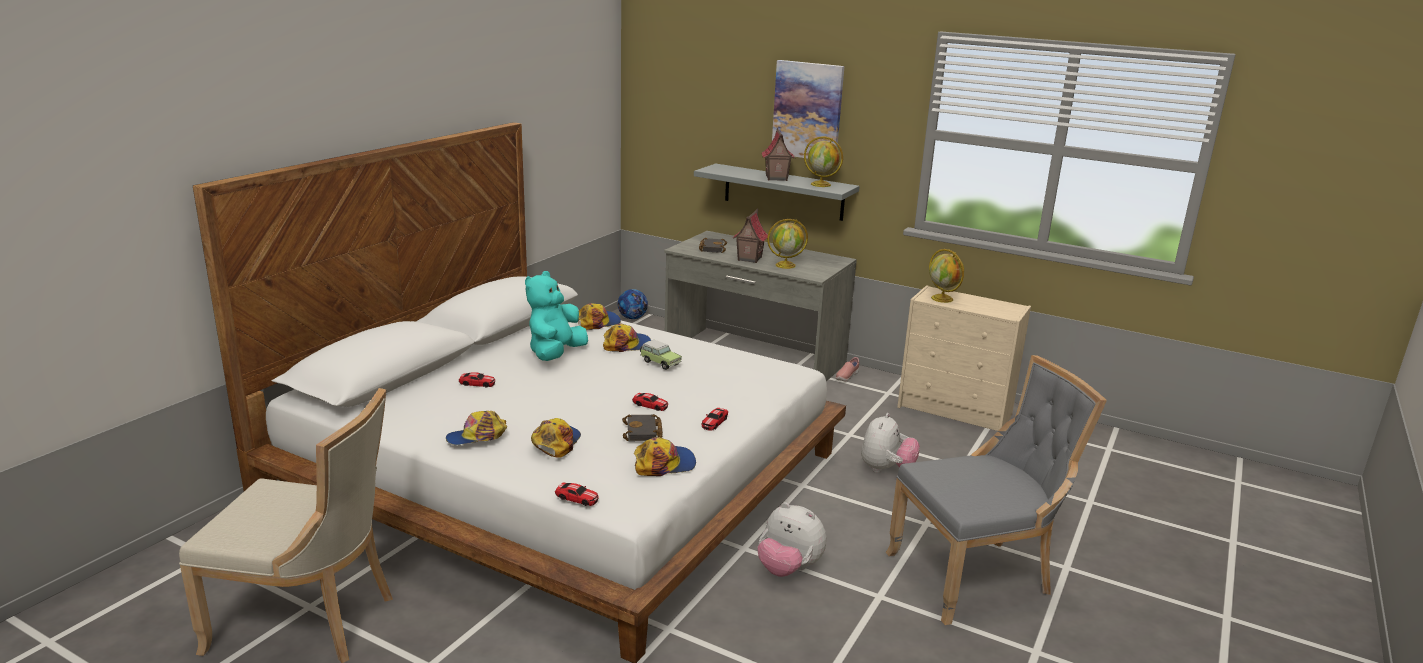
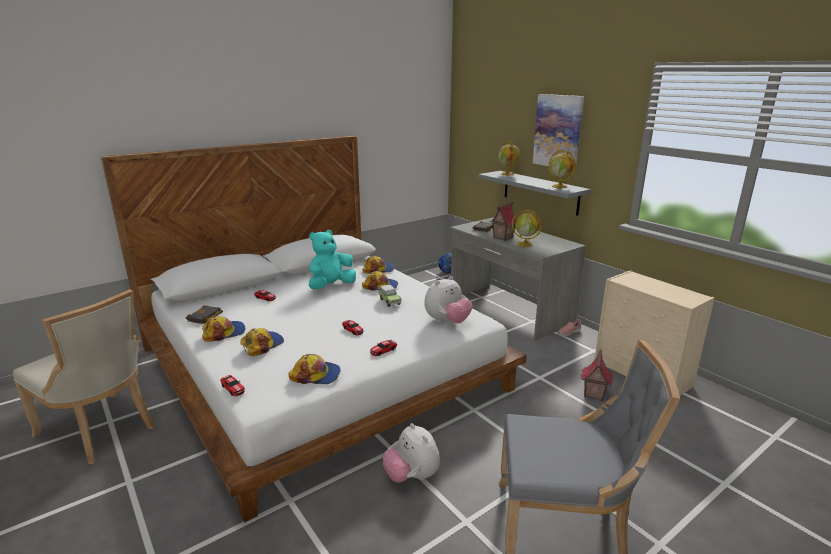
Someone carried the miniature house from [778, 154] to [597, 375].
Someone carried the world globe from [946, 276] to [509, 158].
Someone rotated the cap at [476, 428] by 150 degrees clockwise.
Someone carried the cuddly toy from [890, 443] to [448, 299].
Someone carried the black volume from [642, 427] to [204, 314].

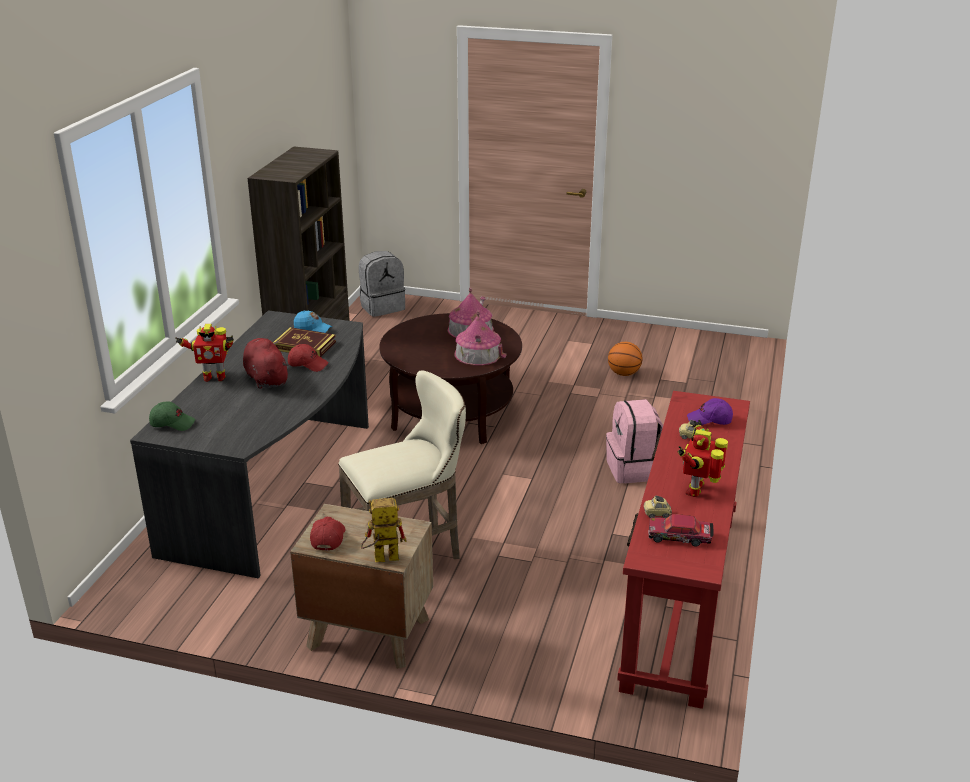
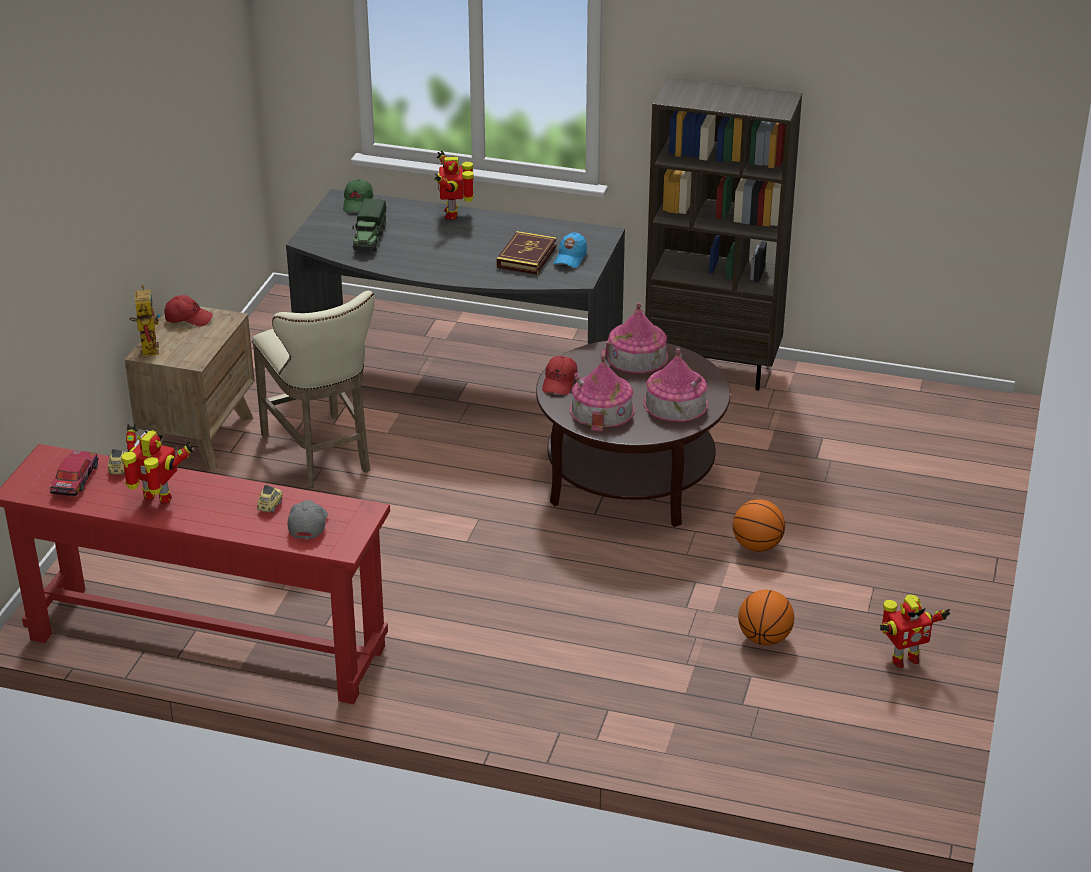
Someone took away the greyish knapsack at [382, 284].
Someone took away the red cuddly toy at [266, 363].
Someone carried the red cap from [308, 358] to [560, 375].
Someone repainted the purplish cap at [710, 411], which became the greyish cap at [308, 519].
Someone took away the pink knapsack at [634, 441].
Someone put down the toy truck at [369, 225].
Someone put down the miniature house at [634, 338].
Someone put down the basketball at [759, 525].
Someone put down the robot figure at [915, 631].

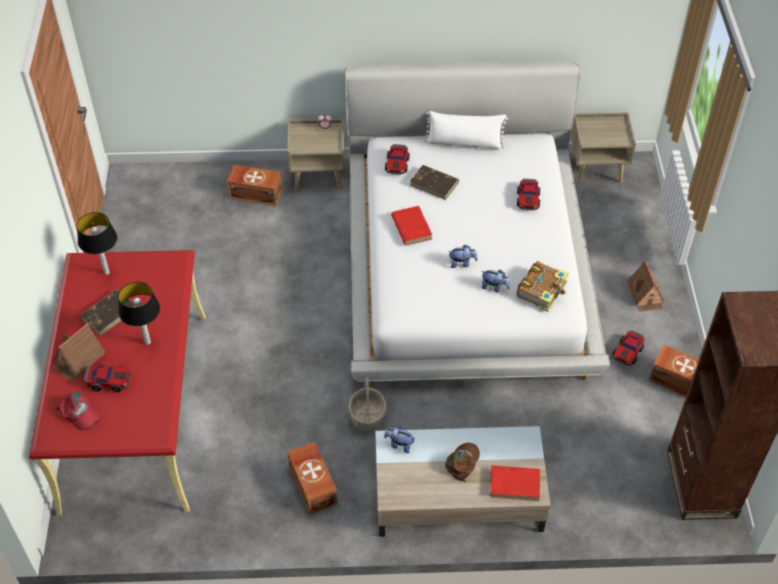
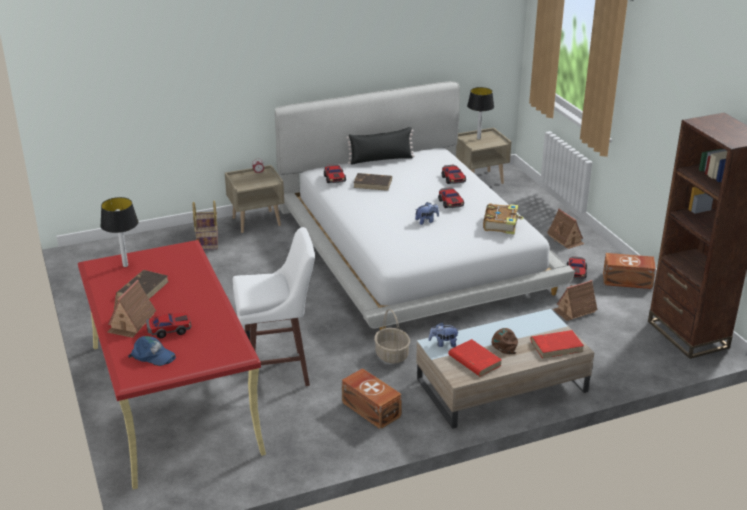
Someone repainted the white cushion at [466, 130], which became the black cushion at [380, 146].
Someone swapped the brownish storage box at [255, 185] for the basket at [205, 225].
Someone carried the red volume from [411, 226] to [475, 358].
Someone took away the cuddly toy at [496, 281].
Someone carried the tabletop lamp from [139, 313] to [480, 113].
Someone repainted the red cap at [78, 411], which became the blue cap at [152, 351].
Someone put down the miniature car at [451, 197].
Someone put down the white sitting stool at [274, 306].
Someone put down the miniature house at [575, 300].

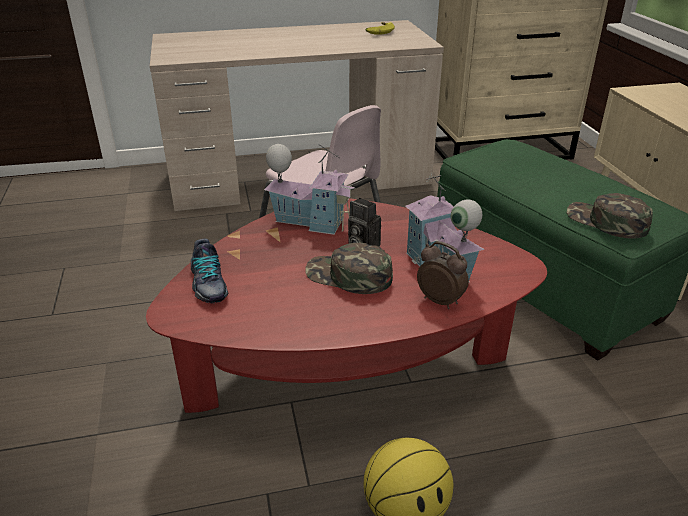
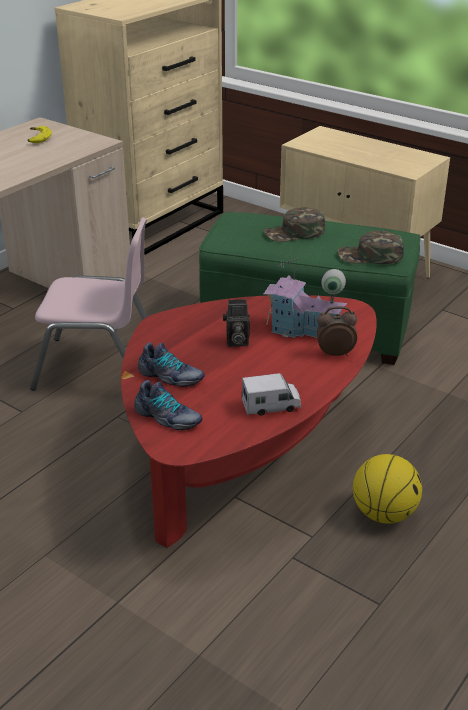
Someone took away the miniature house at [309, 189].
Someone carried the greenish cap from [349, 268] to [294, 224].
Someone put down the shoe at [171, 364].
Someone put down the toy truck at [271, 394].

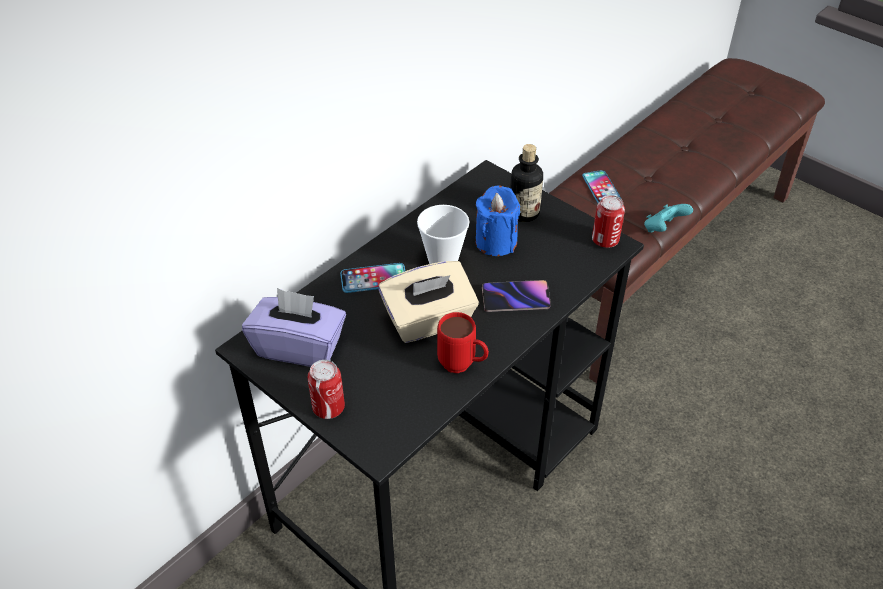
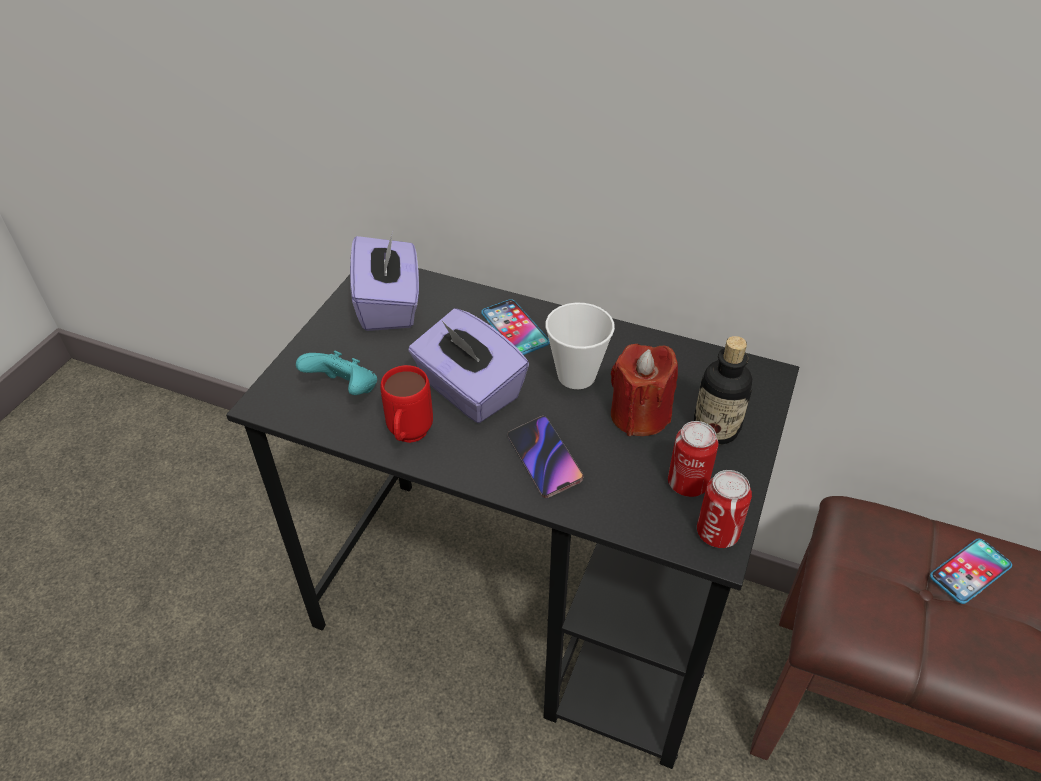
Someone repainted the blue wax light at [498, 221], which became the red wax light at [644, 390].
Someone carried the turquoise-coloured game controller from [668, 218] to [336, 373].
Someone repainted the beige box of tissues at [428, 302], which became the purplish box of tissues at [468, 366].
Someone carried the can from [326, 389] to [693, 459].

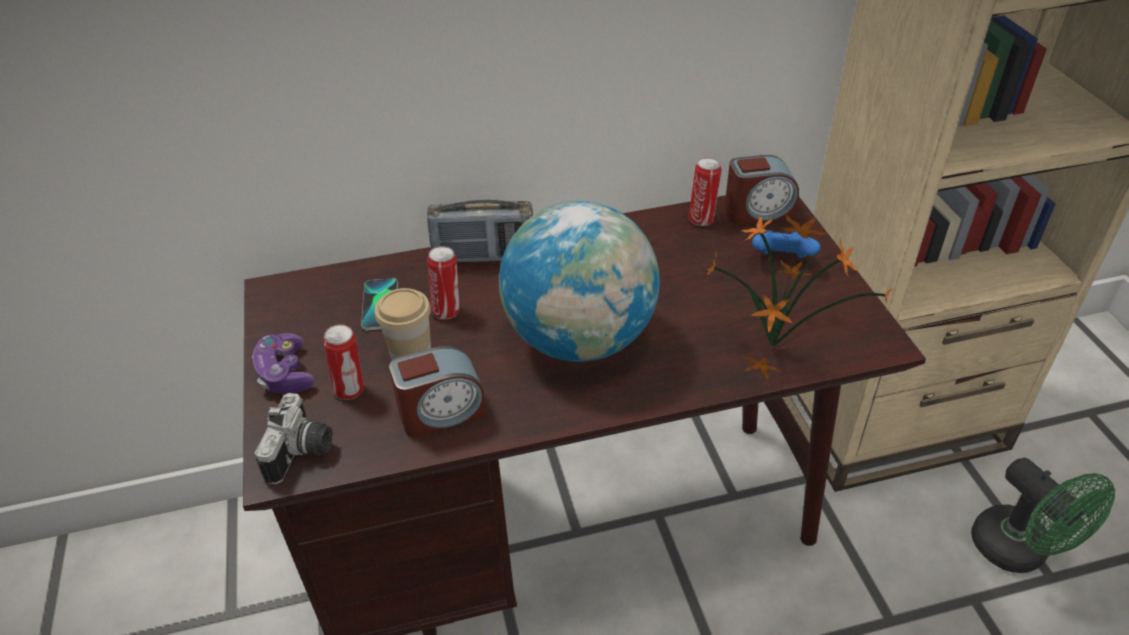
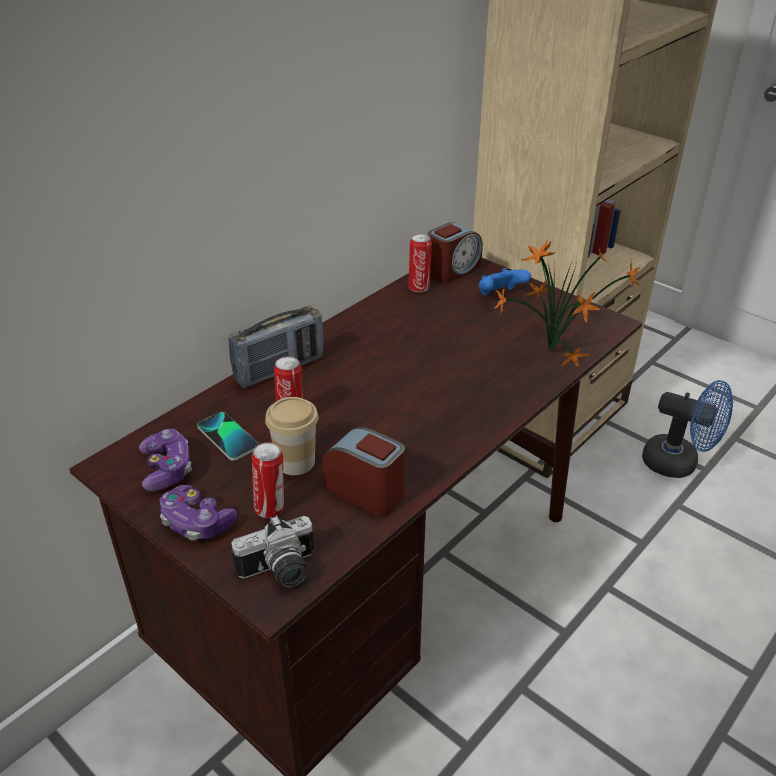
Someone took away the world globe at [579, 281].
Someone rotated the alarm clock at [438, 392] by 90 degrees counterclockwise.
Someone rotated the photo camera at [294, 438] by 90 degrees clockwise.
Someone repainted the greenish electric fan at [1043, 515], which became the blue electric fan at [687, 429].
Someone put down the game controller at [165, 460].

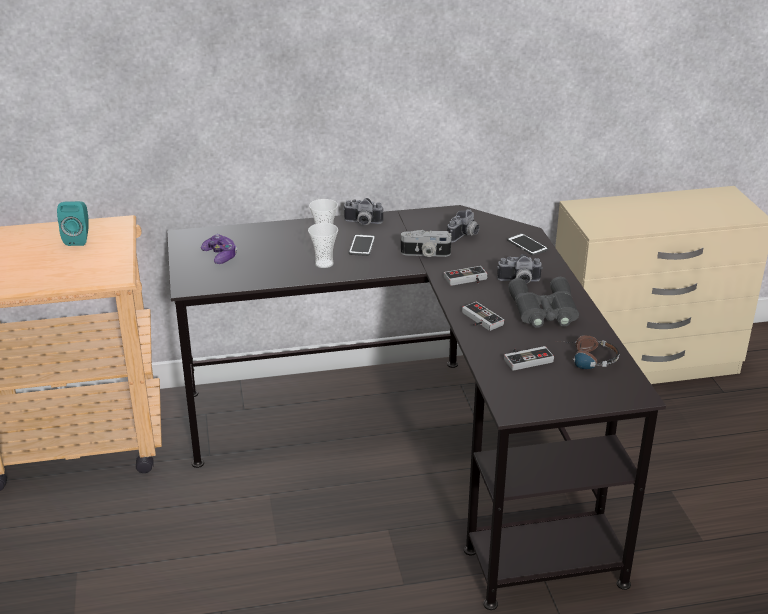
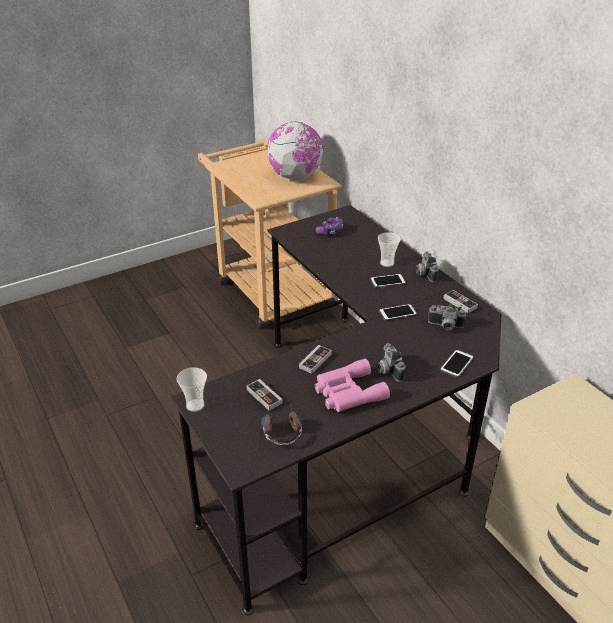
Someone swapped the turquoise-coloured audio speaker at [72, 223] for the world globe at [295, 150].
Someone carried the drinking cup from [323, 245] to [192, 389].
Someone swapped the photo camera at [426, 243] for the phone at [398, 312].
Someone carried the game controller from [466, 276] to [461, 301].
Someone repainted the greyish pair of binoculars at [543, 302], which became the pink pair of binoculars at [352, 385].

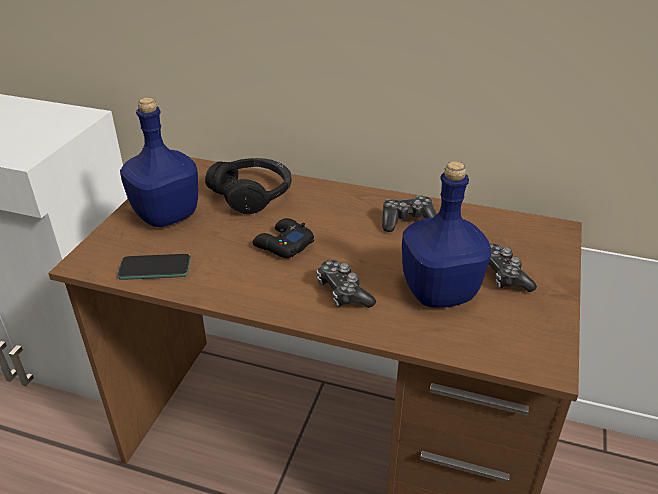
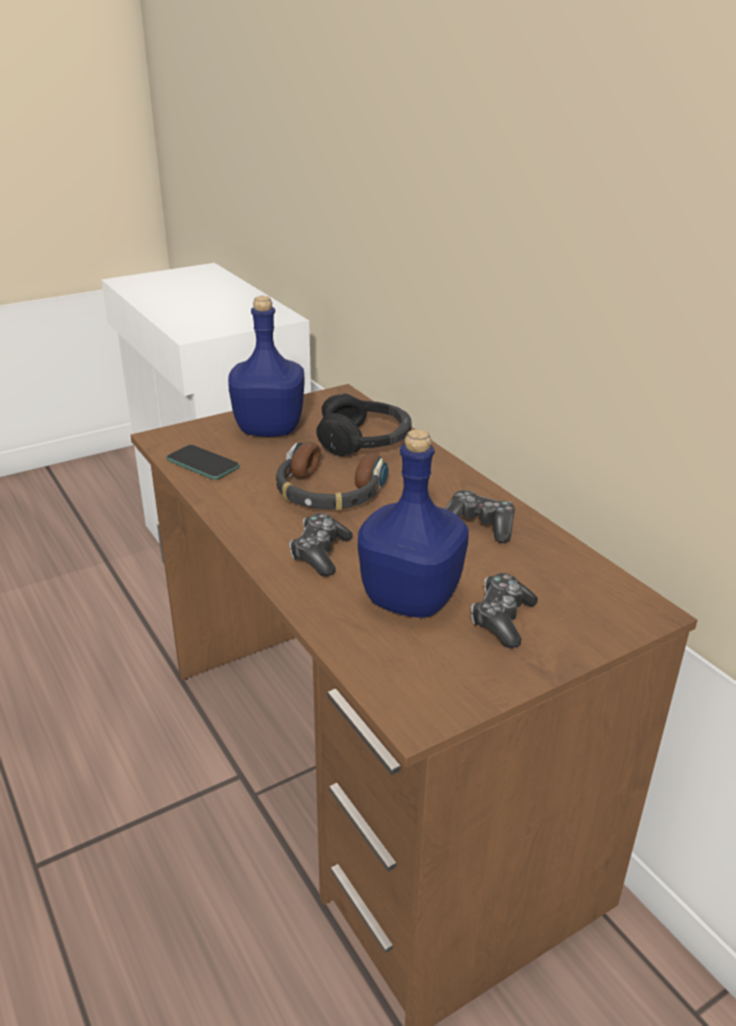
Someone swapped the black game controller at [283, 238] for the pair of headphones at [332, 476].

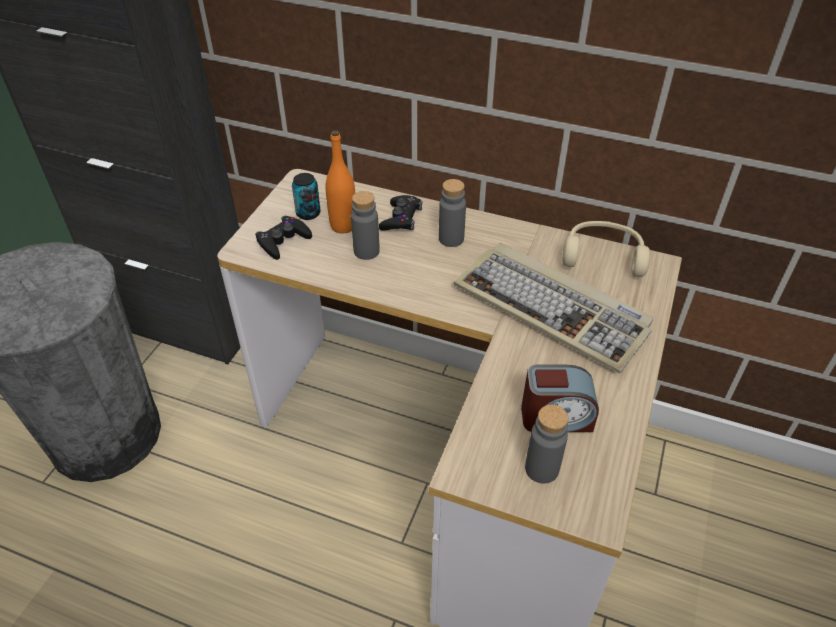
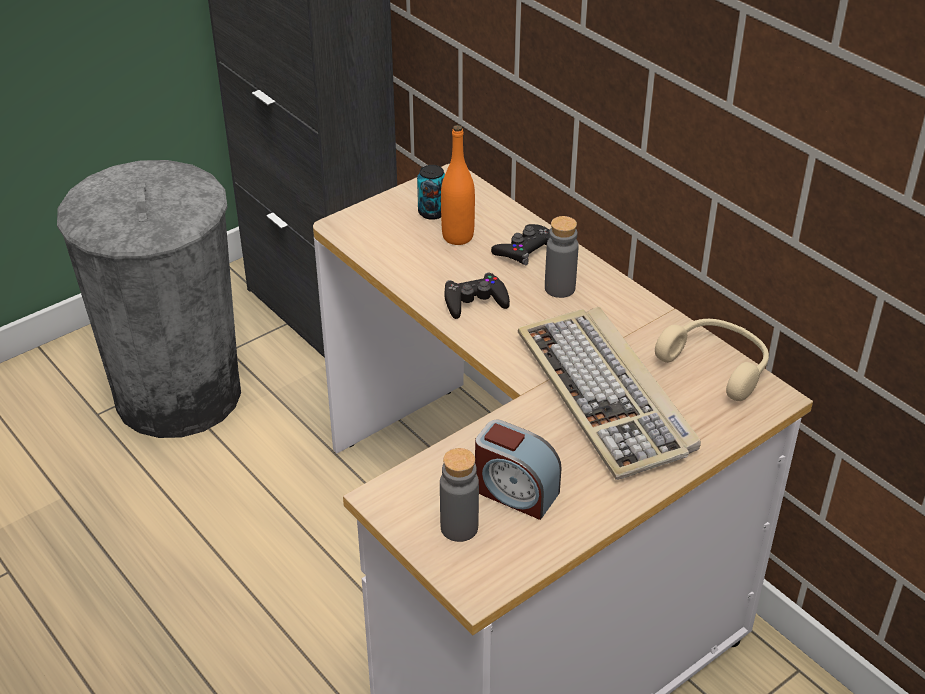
Someone took away the greyish beverage bottle at [365, 225].
Someone carried the black game controller from [283, 238] to [477, 296].

